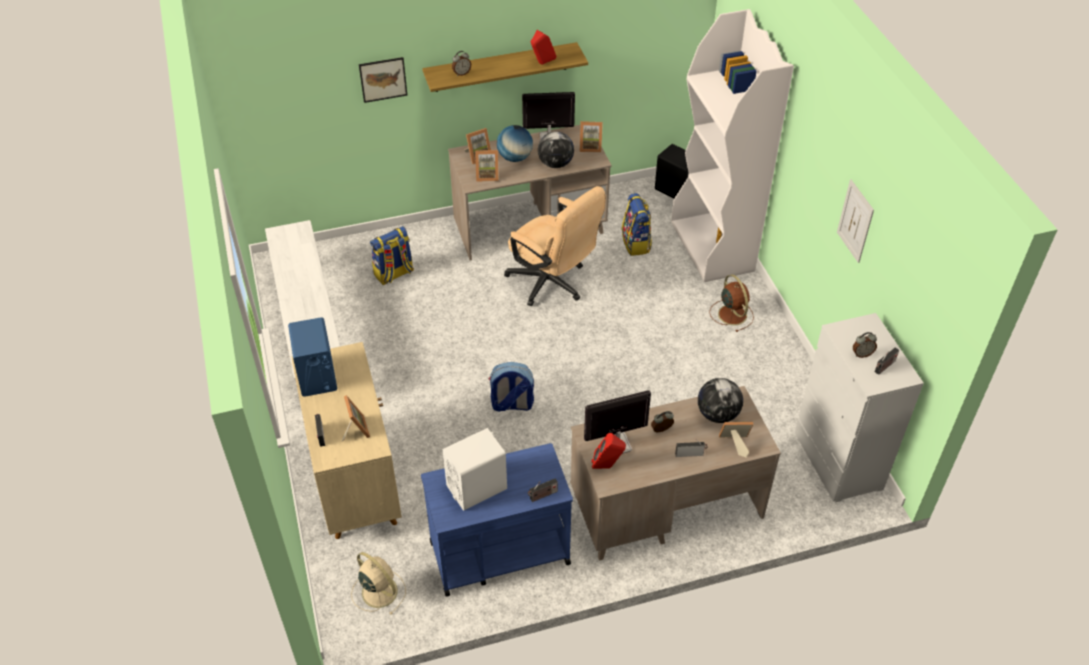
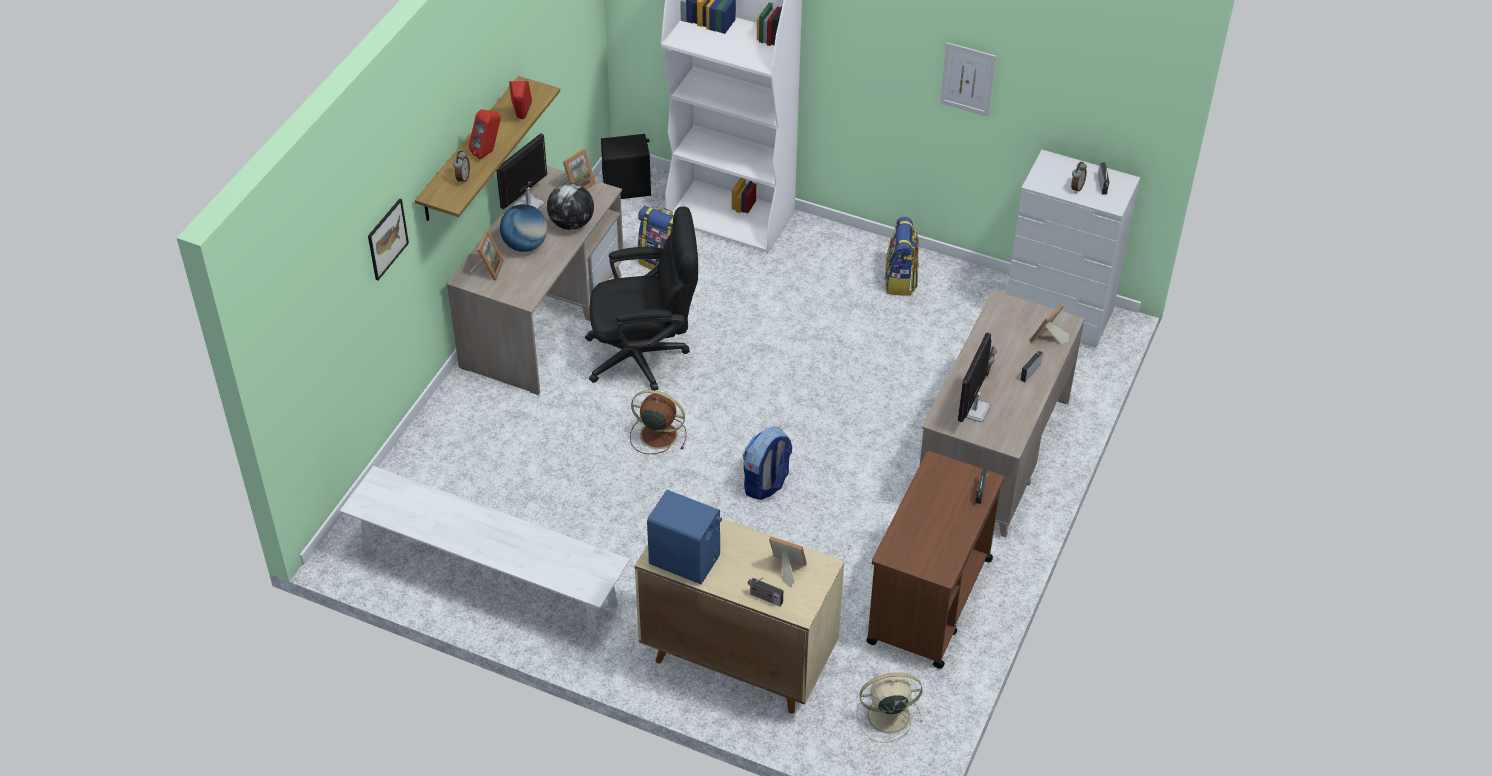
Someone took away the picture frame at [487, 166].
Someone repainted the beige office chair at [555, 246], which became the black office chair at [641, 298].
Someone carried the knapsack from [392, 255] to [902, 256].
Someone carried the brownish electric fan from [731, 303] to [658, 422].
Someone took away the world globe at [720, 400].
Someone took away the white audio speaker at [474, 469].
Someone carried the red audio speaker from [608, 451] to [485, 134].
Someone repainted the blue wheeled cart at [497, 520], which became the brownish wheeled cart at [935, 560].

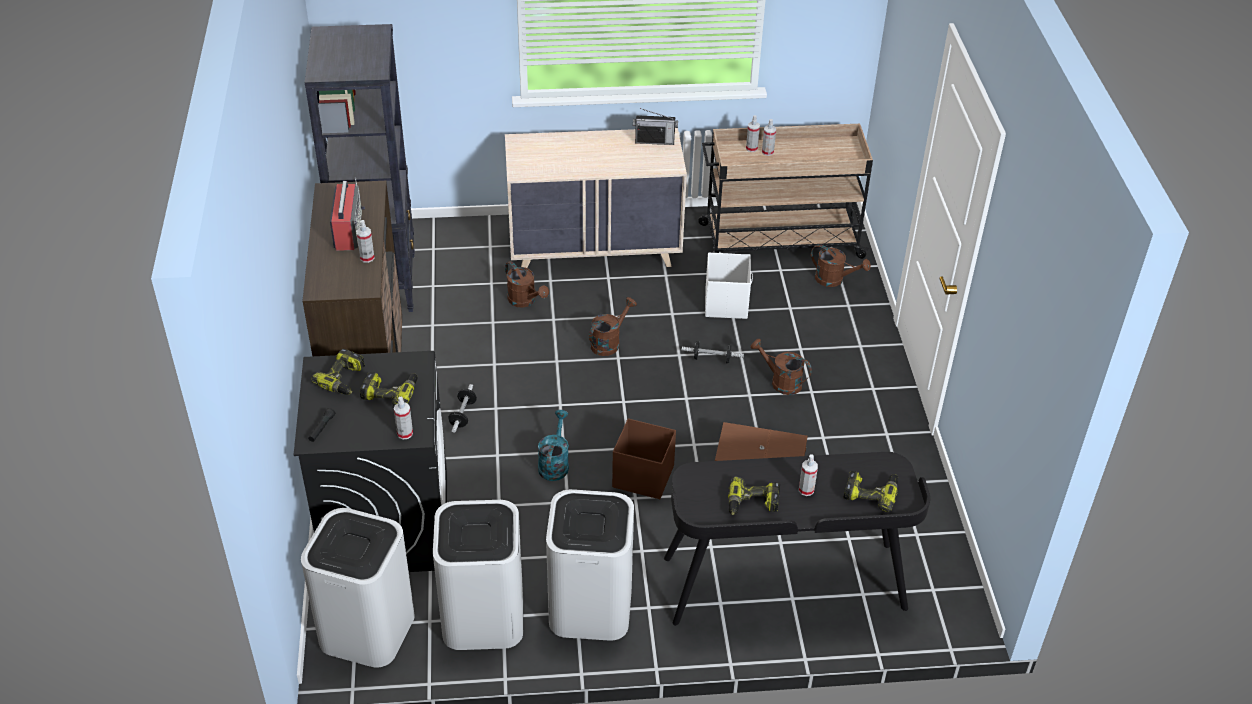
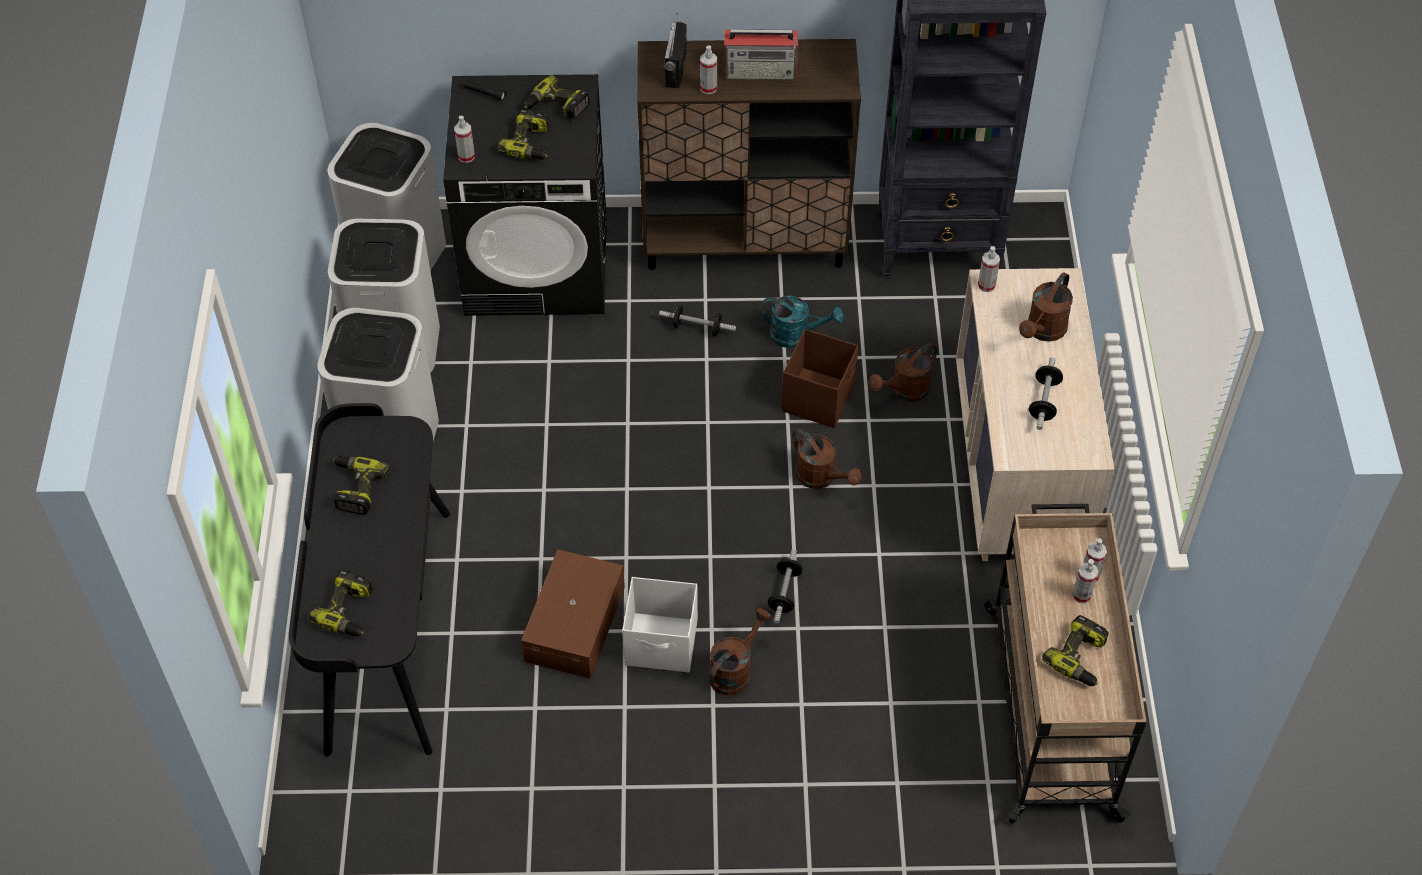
Someone carried the radio set from [655, 126] to [676, 50].
Someone carried the brownish watering can from [841, 265] to [1046, 307].
Someone carried the white storage box from [729, 285] to [660, 624].
Someone carried the turquoise-coloured watering can from [553, 445] to [802, 322].
Someone carried the brownish storage box from [644, 458] to [819, 378].
Someone carried the sprayer from [808, 475] to [989, 269].
Someone put down the dumbbell at [1046, 393].
Someone put down the drill at [1075, 650].

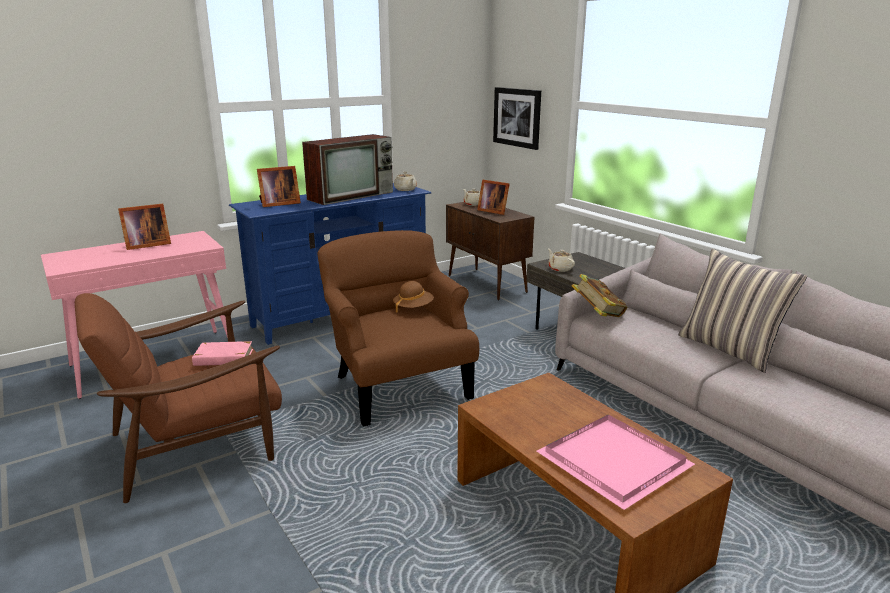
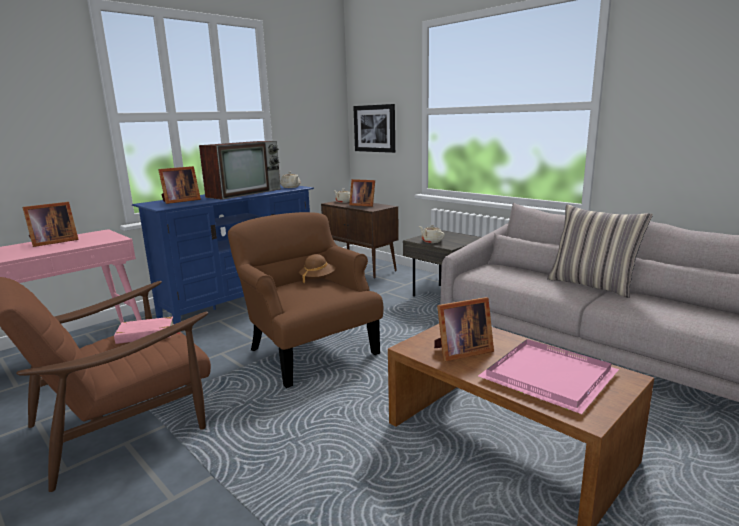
Someone took away the volume at [599, 295].
Someone put down the picture frame at [464, 329].

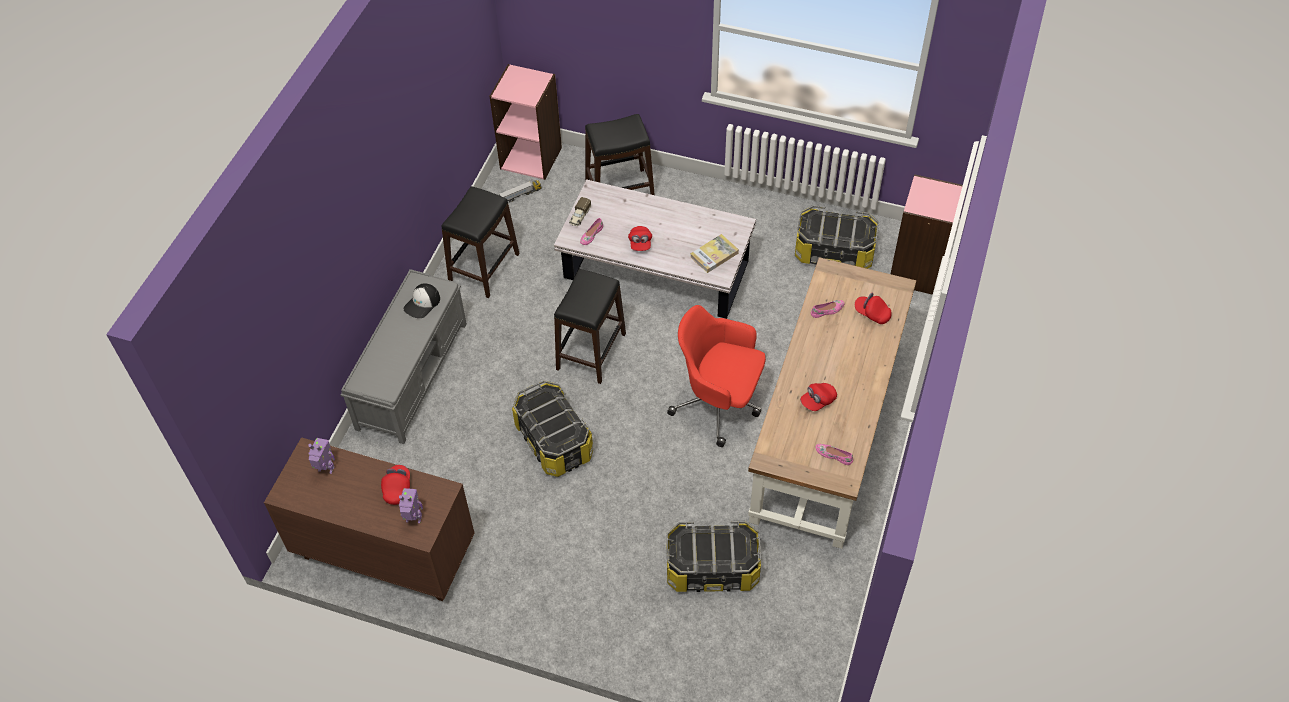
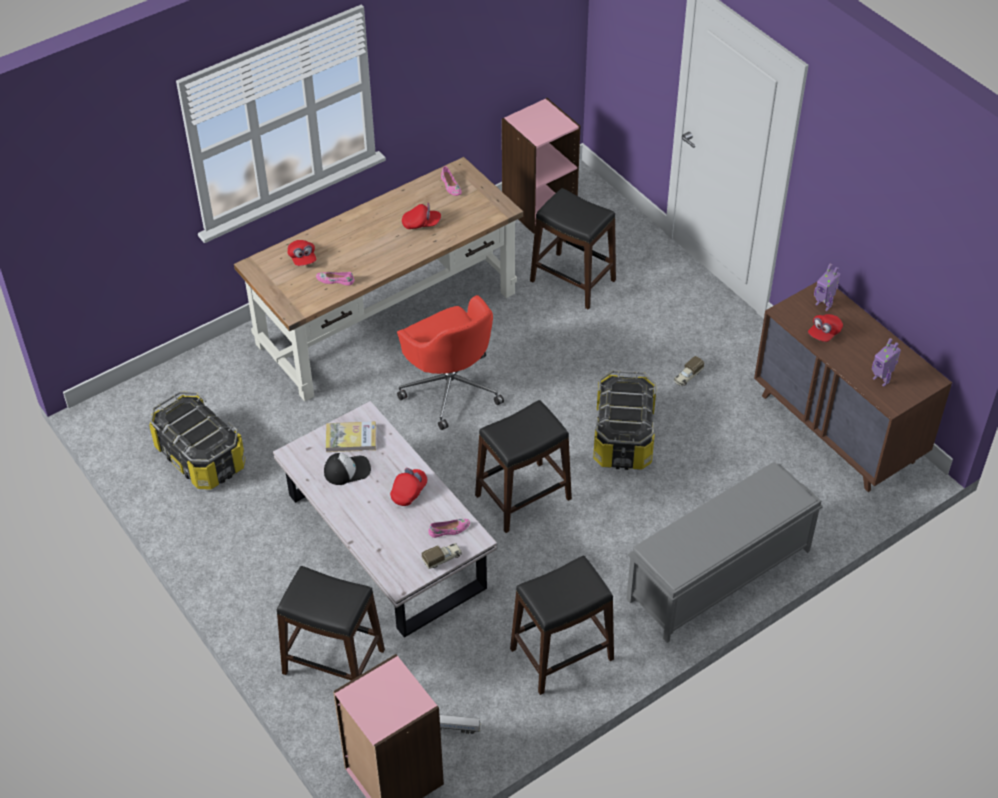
Someone carried the pink shelving unit from [927, 234] to [541, 166].
Someone carried the cap from [422, 301] to [347, 469].
Someone swapped the storage box at [713, 556] for the black sitting stool at [573, 249].
Someone put down the toy truck at [688, 371].

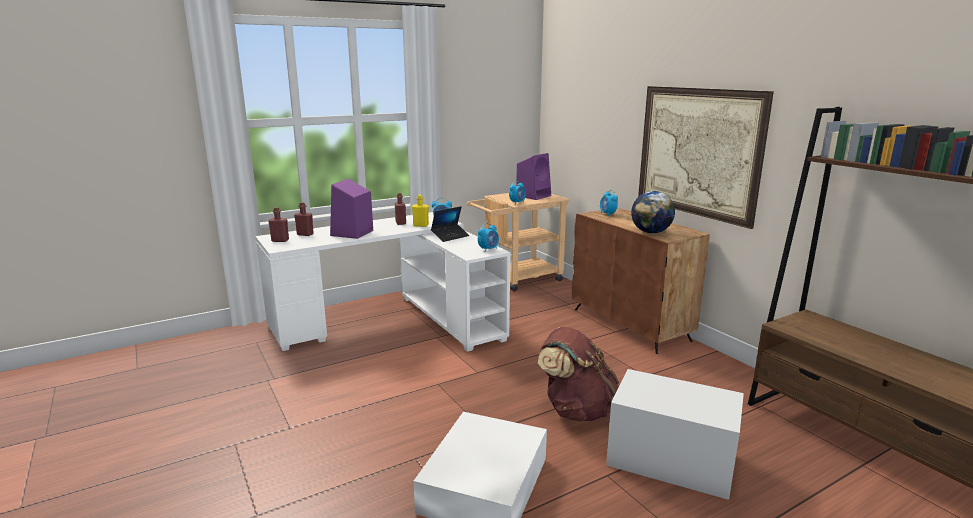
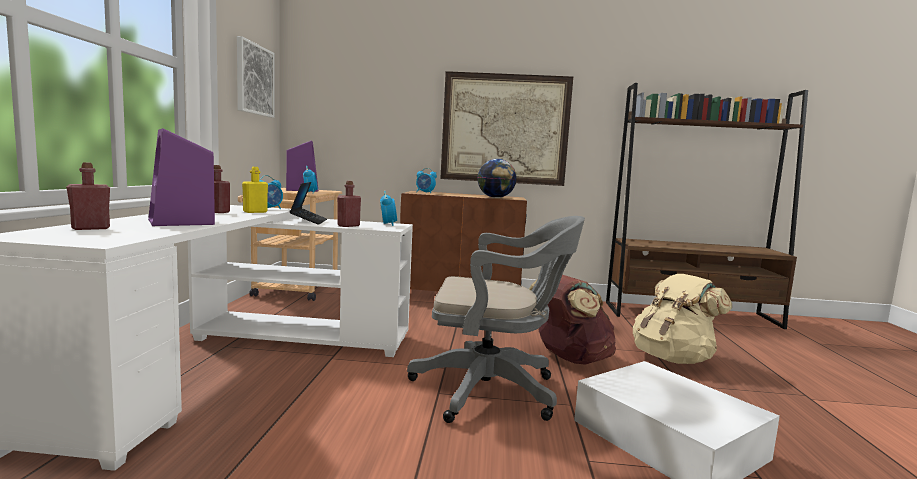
Someone carried the red beverage bottle from [278, 224] to [349, 204].
Someone swapped the white storage box at [675, 434] for the beige knapsack at [682, 319].
Someone put up the wall picture at [256, 77].
Someone put down the greyish office chair at [496, 319].

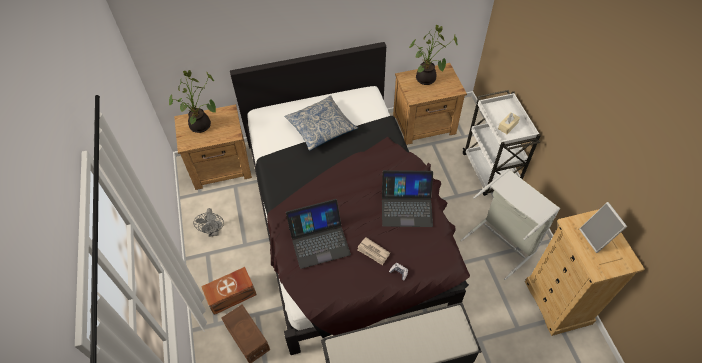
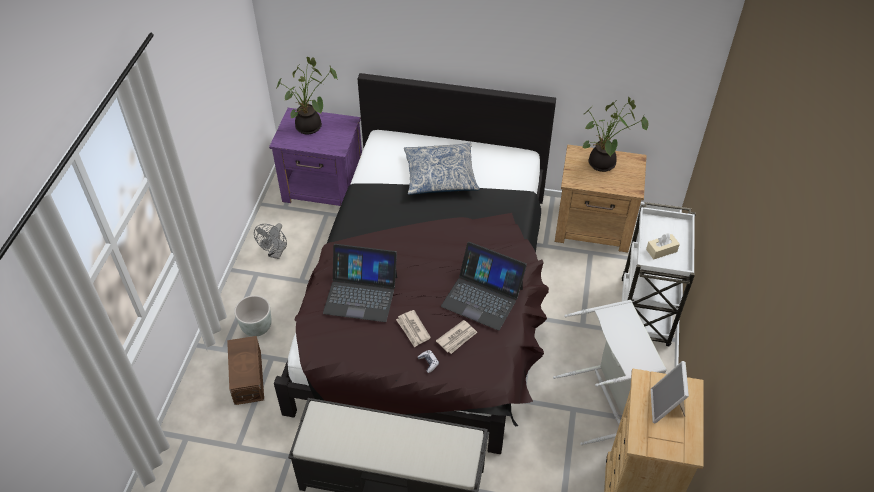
Someone repainted the brownish night table at [213, 147], which became the purplish night table at [315, 157].
Someone swapped the brownish storage box at [229, 291] for the greyish flower pot at [252, 315].
Someone put down the newspaper at [456, 337].

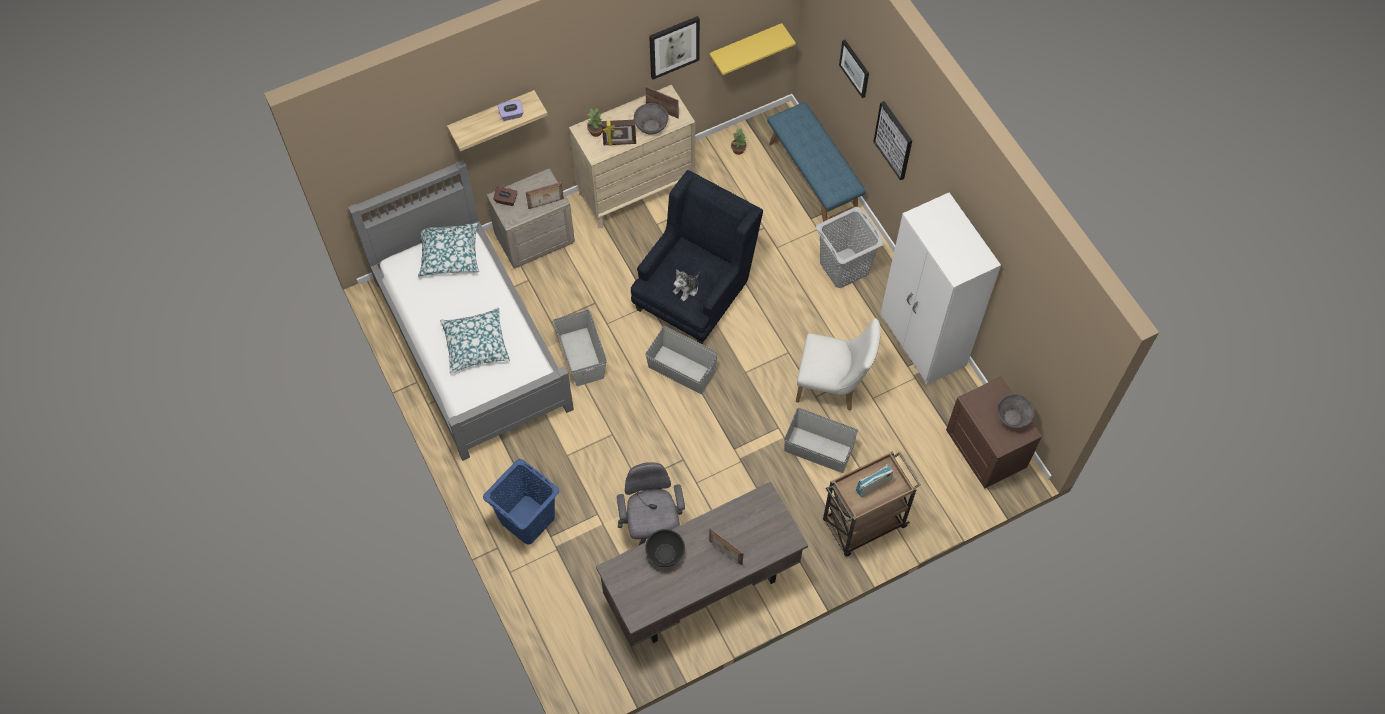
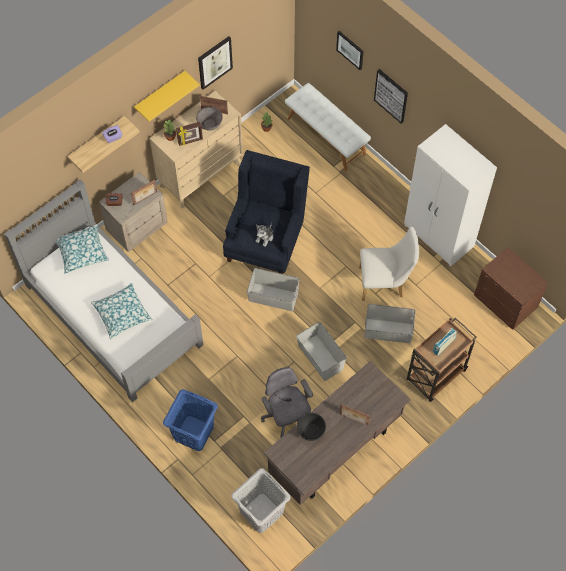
Someone carried the yellow-coloured shelf from [752, 49] to [167, 96].
Someone repainted the blue bench at [816, 162], which became the white bench at [328, 127].
Someone carried the greyish hamper from [850, 247] to [261, 500].
Someone carried the greyish storage box from [580, 348] to [321, 351].
Someone took away the greyish serving bowl at [1016, 411].

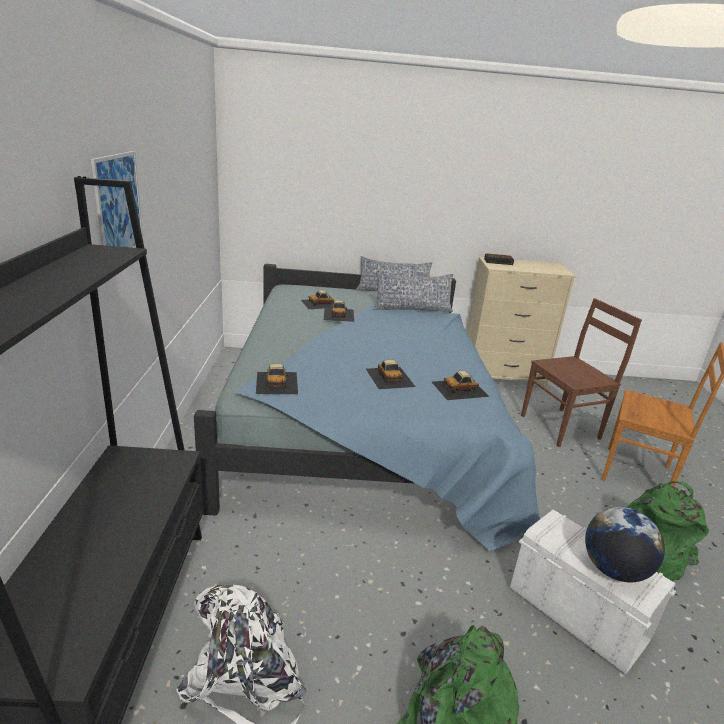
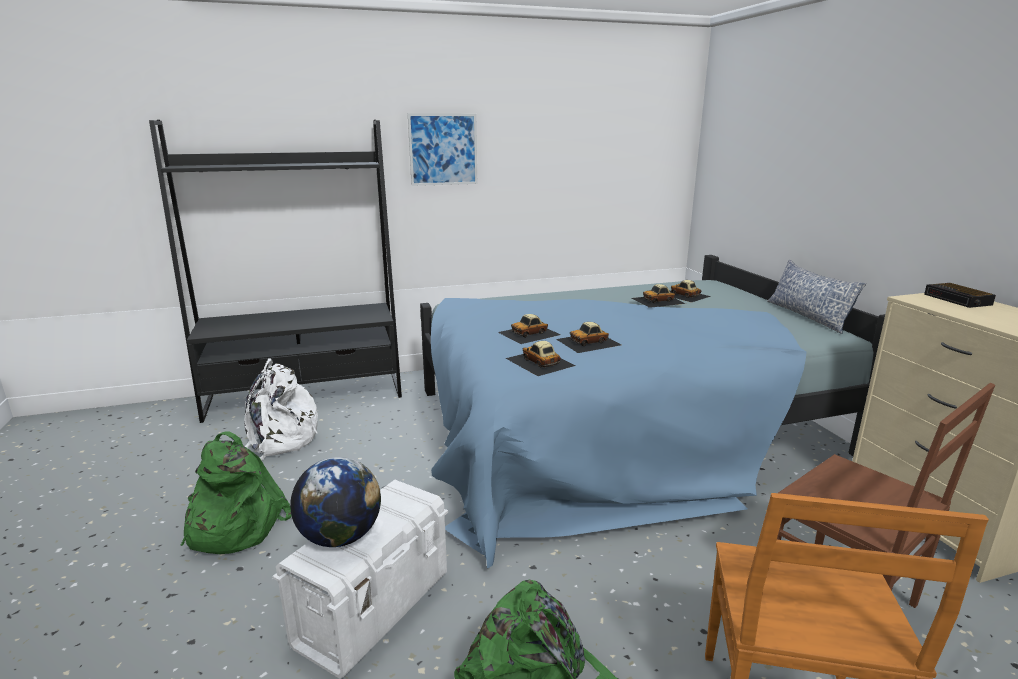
Someone took away the cushion at [413, 292].
Someone carried the miniature car from [277, 379] to [588, 337].

